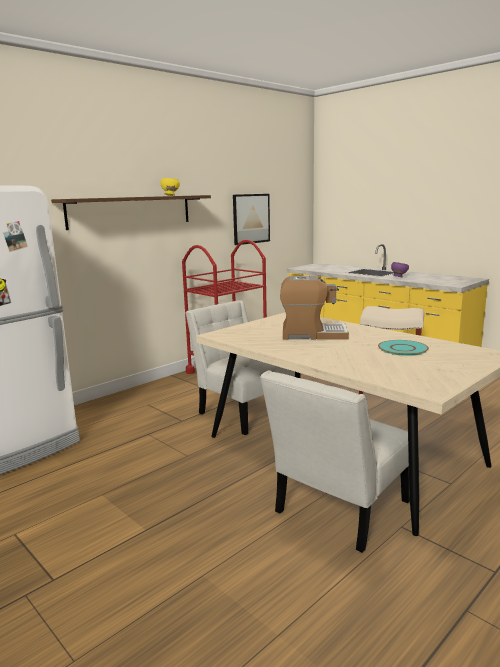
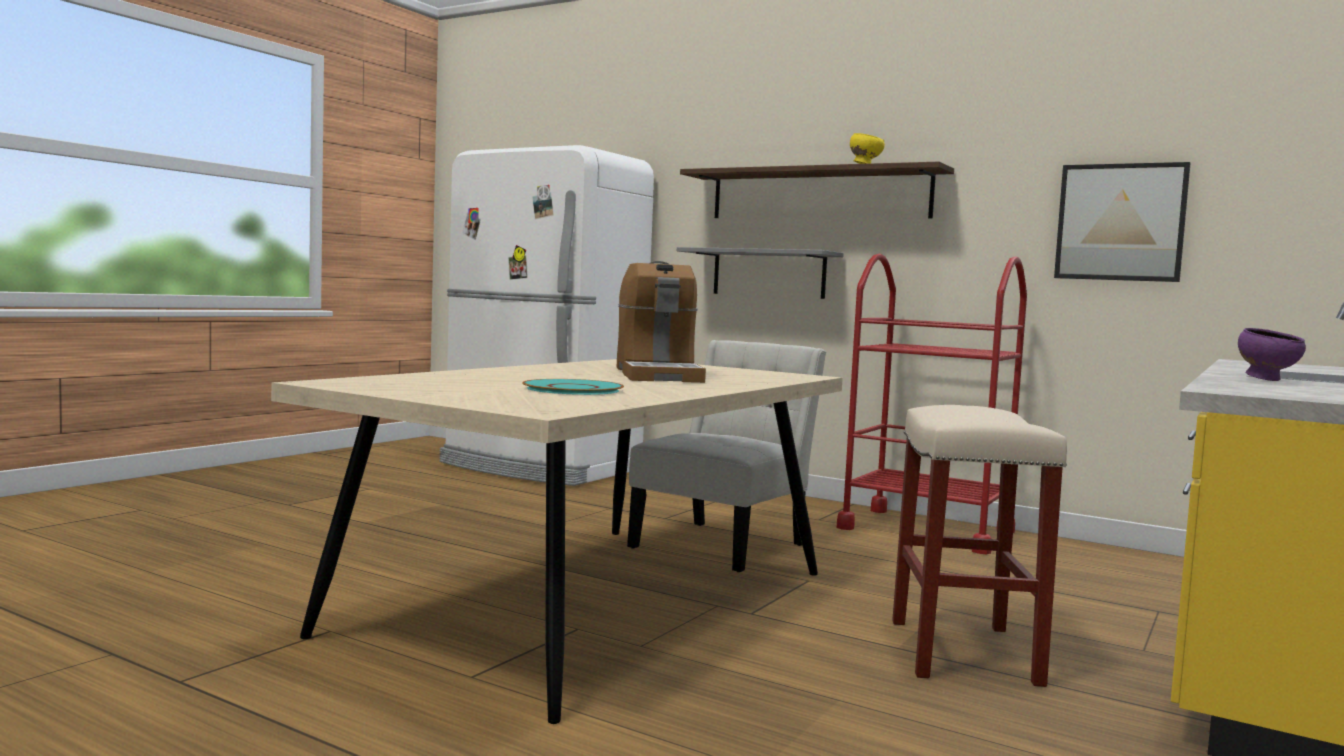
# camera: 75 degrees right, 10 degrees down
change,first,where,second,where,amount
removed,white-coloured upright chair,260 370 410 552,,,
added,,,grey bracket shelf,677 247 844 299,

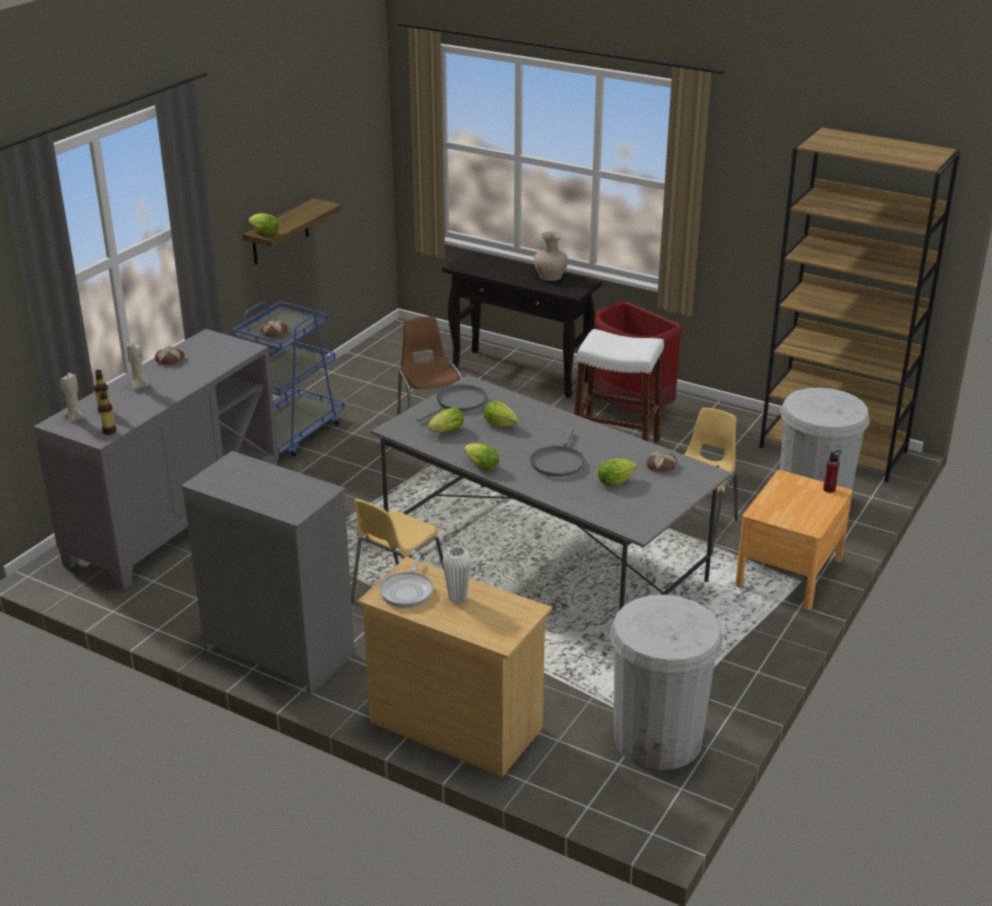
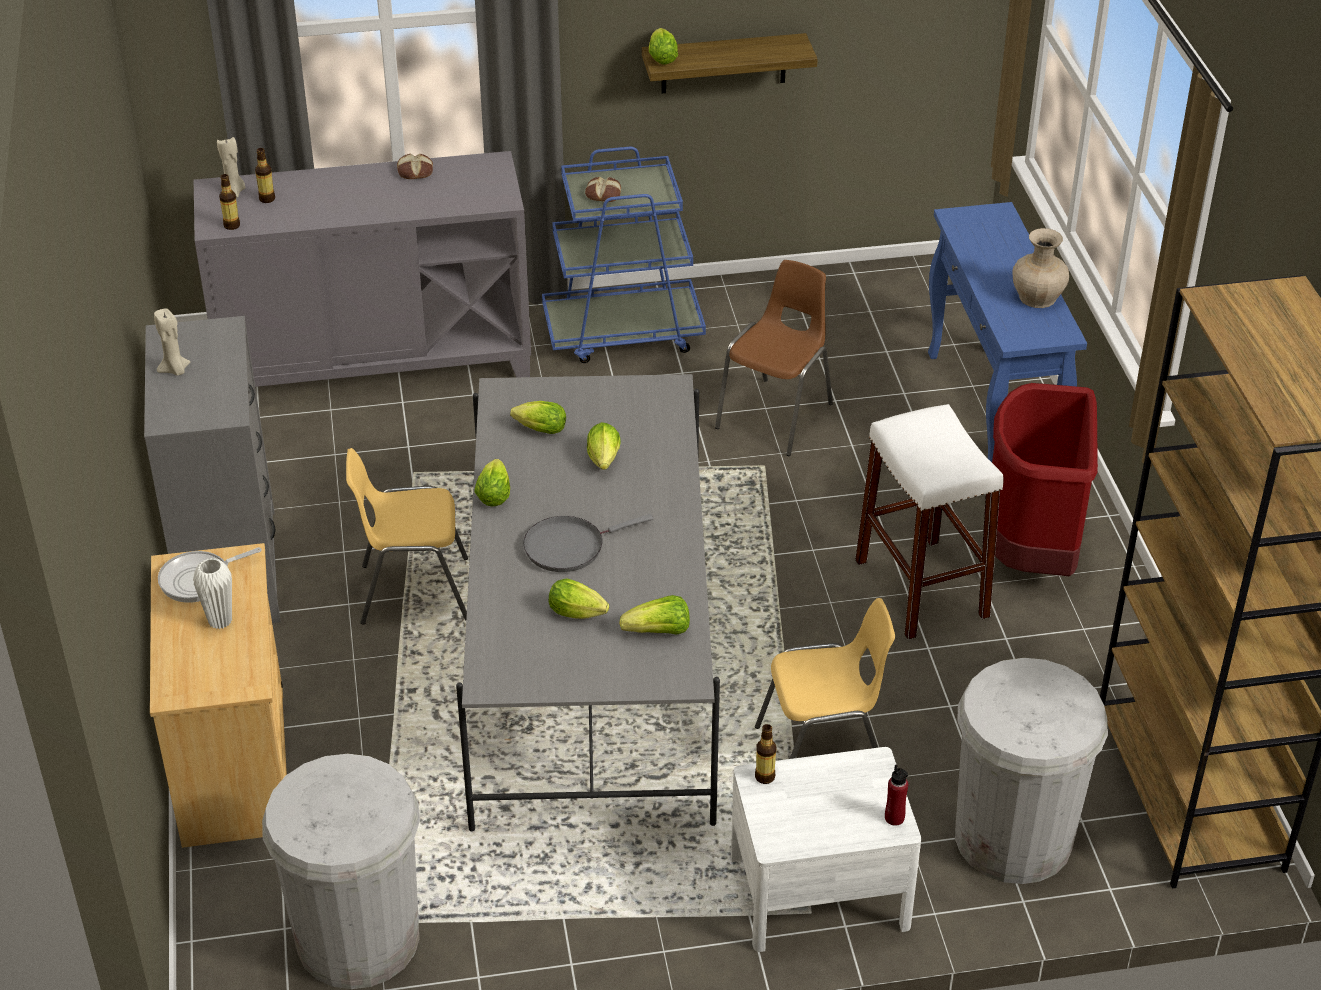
# camera: 50 degrees right, 10 degrees up
change,first,where,second,where,amount
recoloured,black-coloured console table,442 251 602 398,bluish console table,928 202 1087 462,
moved,beige candle,126 343 150 390,,154 308 190 376,
removed,grey frying pan,416 385 487 422,,,
replaced,baked bread,646 451 677 472,lettuce head,619 595 690 635,
recoloured,brown night table,735 470 853 610,white-coloured night table,731 747 921 952,
added,,,beverage bottle,755 724 776 784,

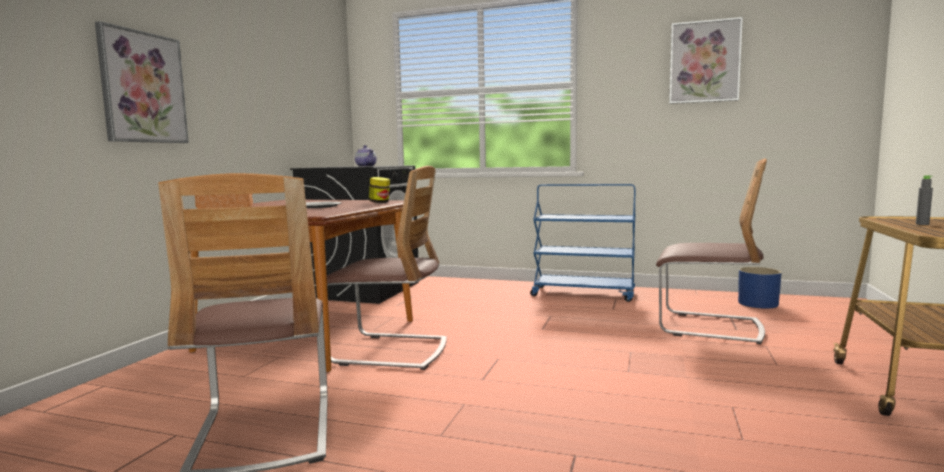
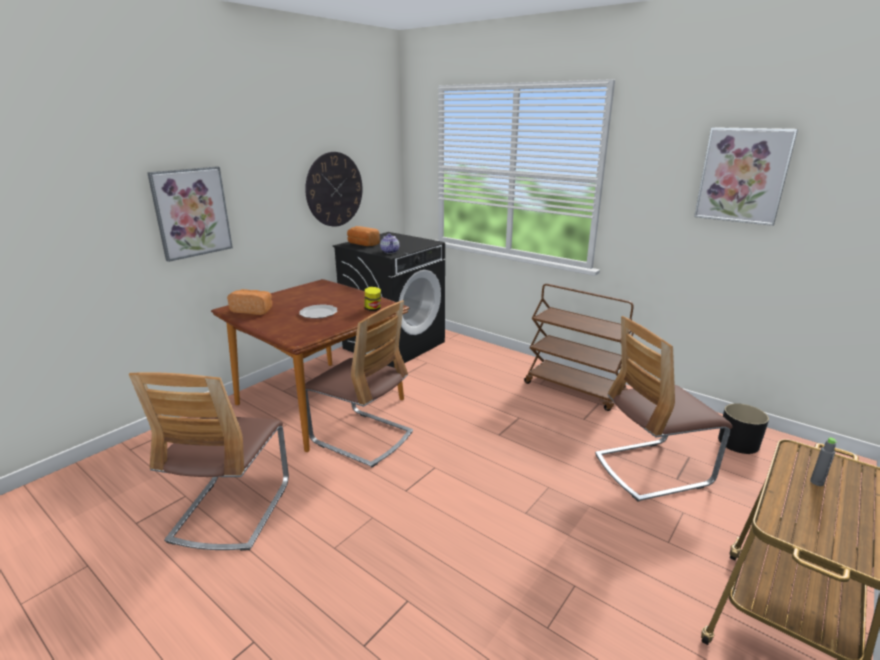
# camera: 20 degrees right, 15 degrees up
change,first,where,second,where,amount
turned,upright chair,656 158 767 345,,595 316 733 502,120 degrees clockwise
recoloured,bluish cart,530 184 636 302,brown cart,524 284 634 411,
recoloured,bluish flower pot,738 267 782 309,black-coloured flower pot,718 403 769 454,
added,,,clock on the wall,305 152 362 227,
added,,,baked bread,347 226 380 246,

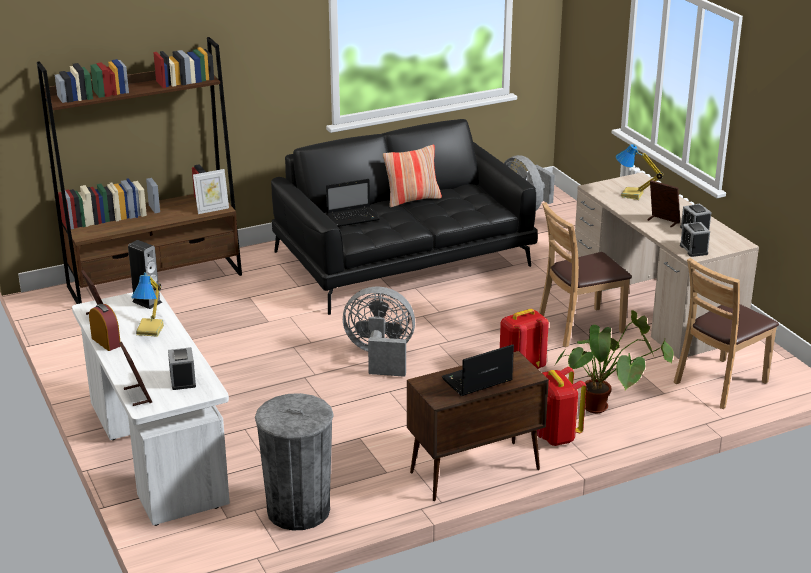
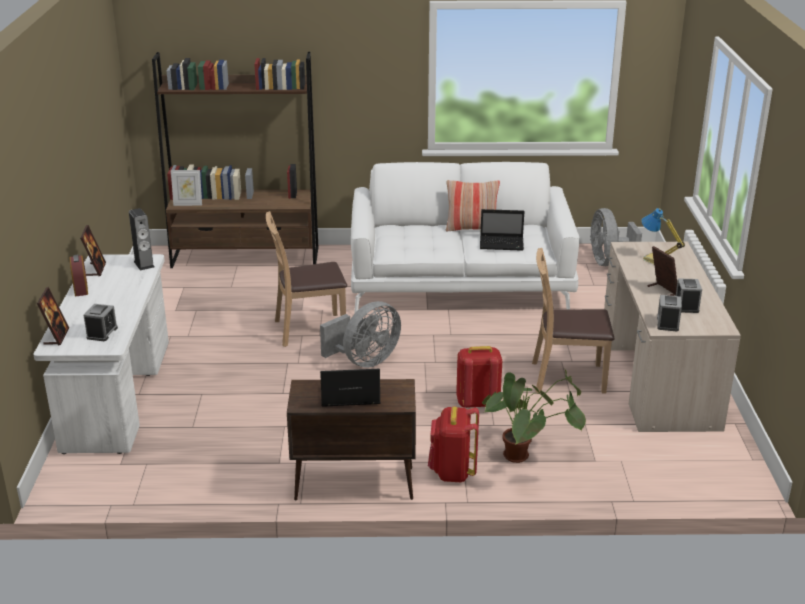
# camera: 25 degrees right, 0 degrees up
change,first,where,second,where,amount
recoloured,black-coloured settee,271 119 538 315,white-coloured settee,351 162 579 314,
moved,picture frame,193 169 229 214,,171 170 202 206,
moved,portable computer,326 179 380 227,,480 209 524 251,
moved,brown upright chair,674 258 779 409,,266 211 347 347,
removed,table lamp,131 272 164 337,,,
turned,grey cooling fan,343 287 415 377,,320 301 401 368,105 degrees clockwise
removed,grey trash can,255 393 334 531,,,

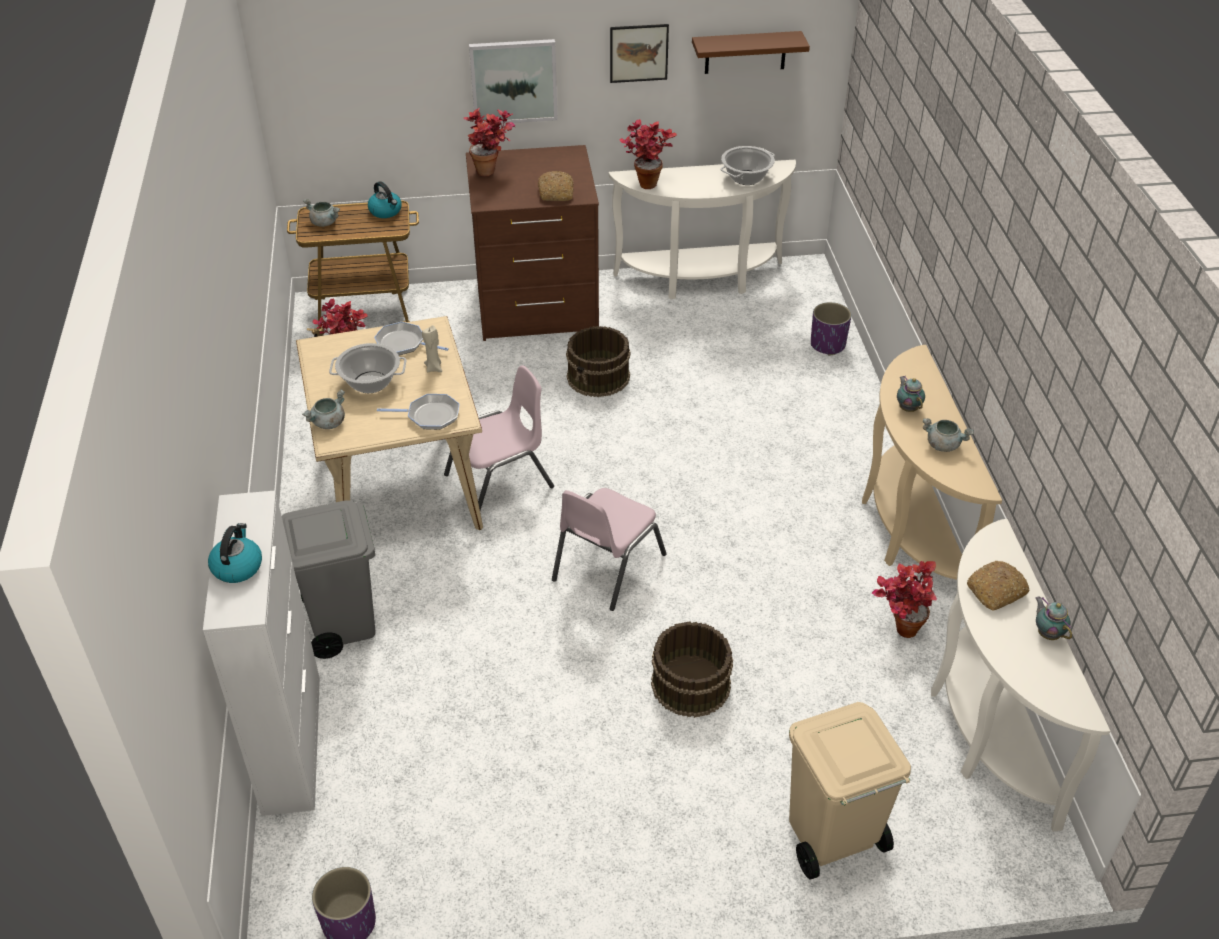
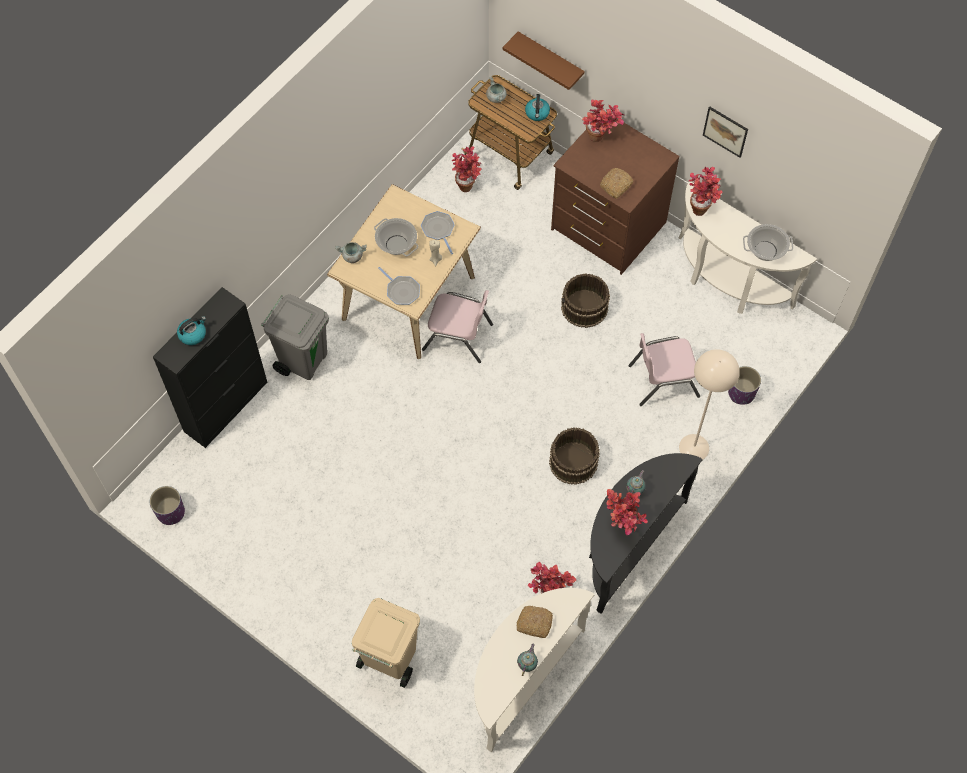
# camera: 45 degrees right, 20 degrees up
change,first,where,second,where,amount
moved,brown bracket shelf,692 31 810 74,,503 32 584 90,
removed,wall picture,469 39 558 125,,,
recoloured,beige console table,862 345 1002 580,black-coloured console table,589 453 703 614,
replaced,grey cooking pot,923 418 974 452,plant in a pot,606 489 648 535,
moved,pink-coloured upright chair,552 488 667 611,,629 333 700 406,
recoloured,white-coloured cabinet,203 490 320 816,black-coloured cabinet,153 287 267 448,
moved,brown pail,651 621 733 718,,549 427 600 485,
added,,,beige standard lamp,679 349 740 459,

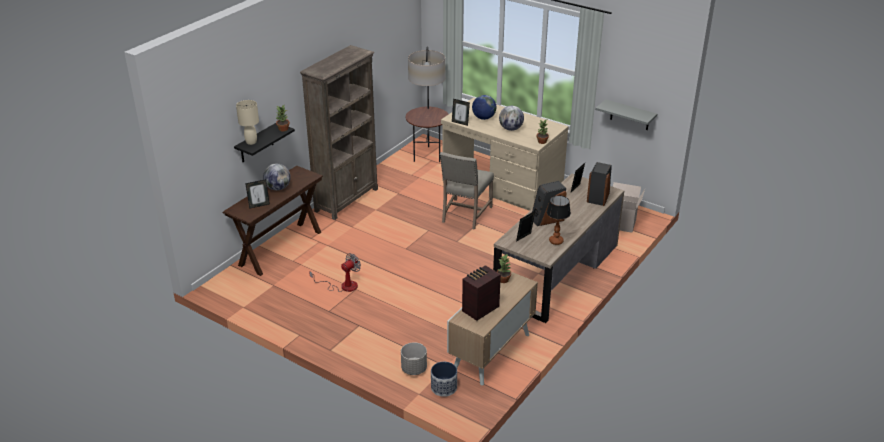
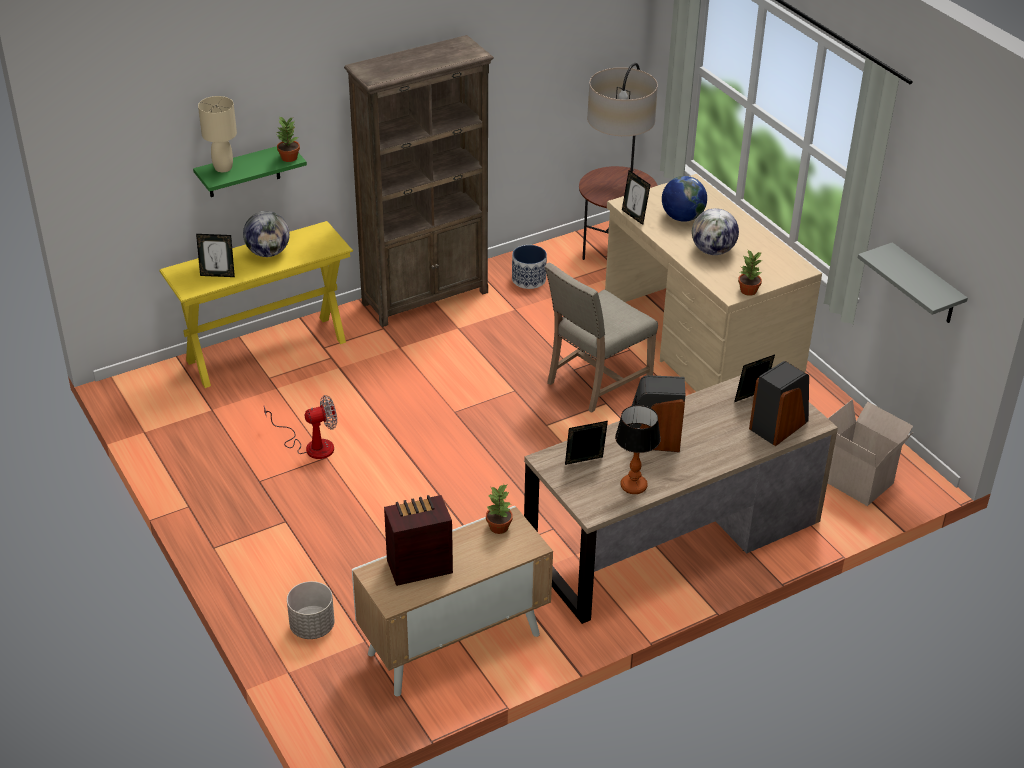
# camera: 25 degrees right, 5 degrees up
change,first,where,second,where,amount
recoloured,black-coloured bracket shelf,234 123 295 162,green bracket shelf,193 146 307 197,
recoloured,brown console table,223 166 323 276,yellow-coloured console table,159 221 353 388,
moved,flower pot,431 362 457 397,,512 245 547 289,

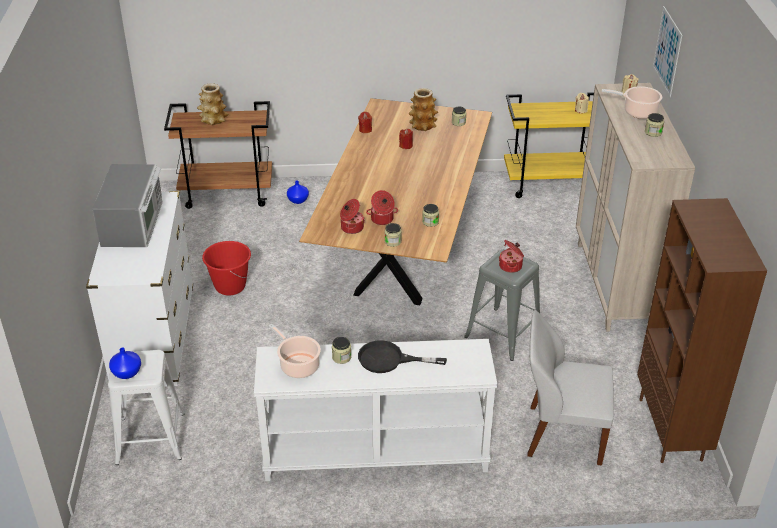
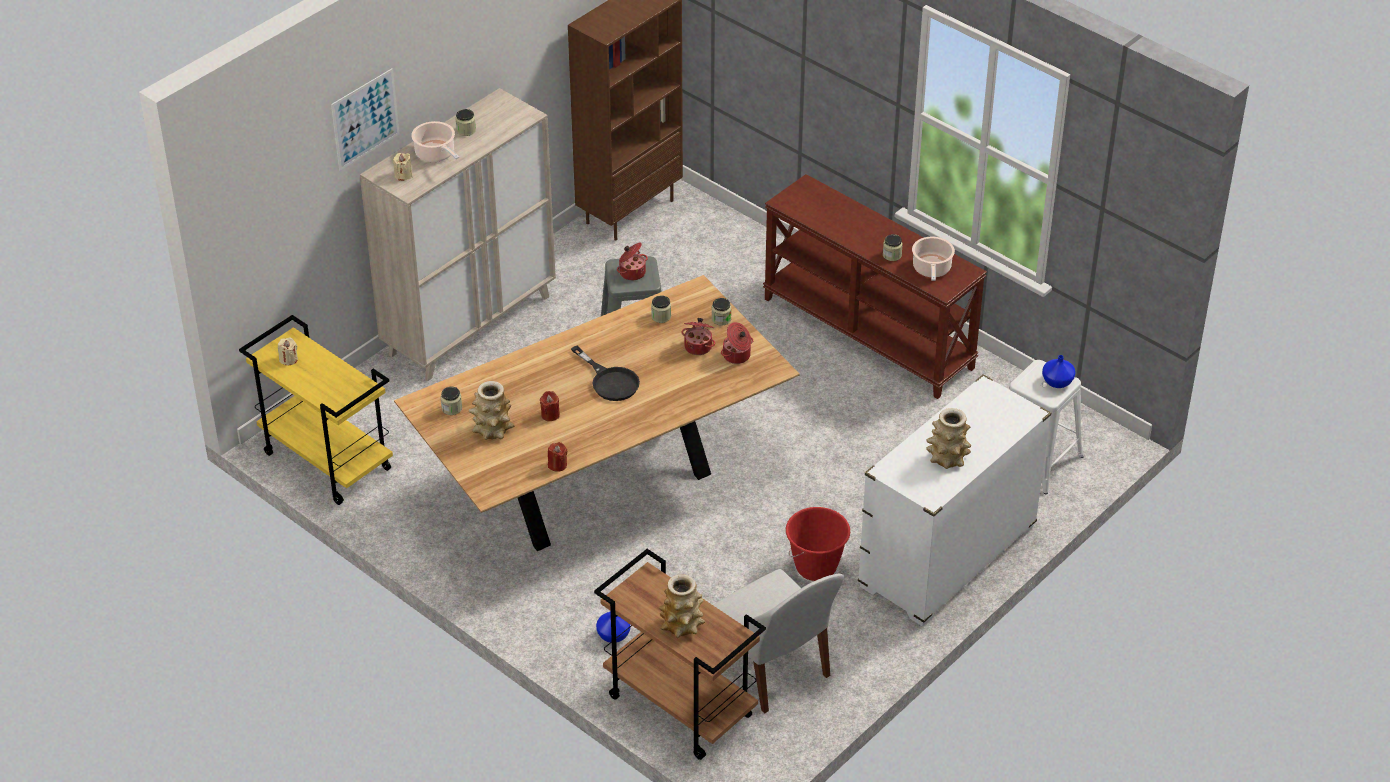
# camera: 135 degrees left, 5 degrees up
change,first,where,second,where,amount
replaced,microwave,92 164 163 247,vase,926 408 971 469,
moved,white-coloured upright chair,527 310 614 466,,713 569 844 713,
recoloured,white-coloured console table,254 339 497 481,brown console table,763 174 987 399,
moved,black-coloured frying pan,358 340 447 373,,571 346 640 401,

